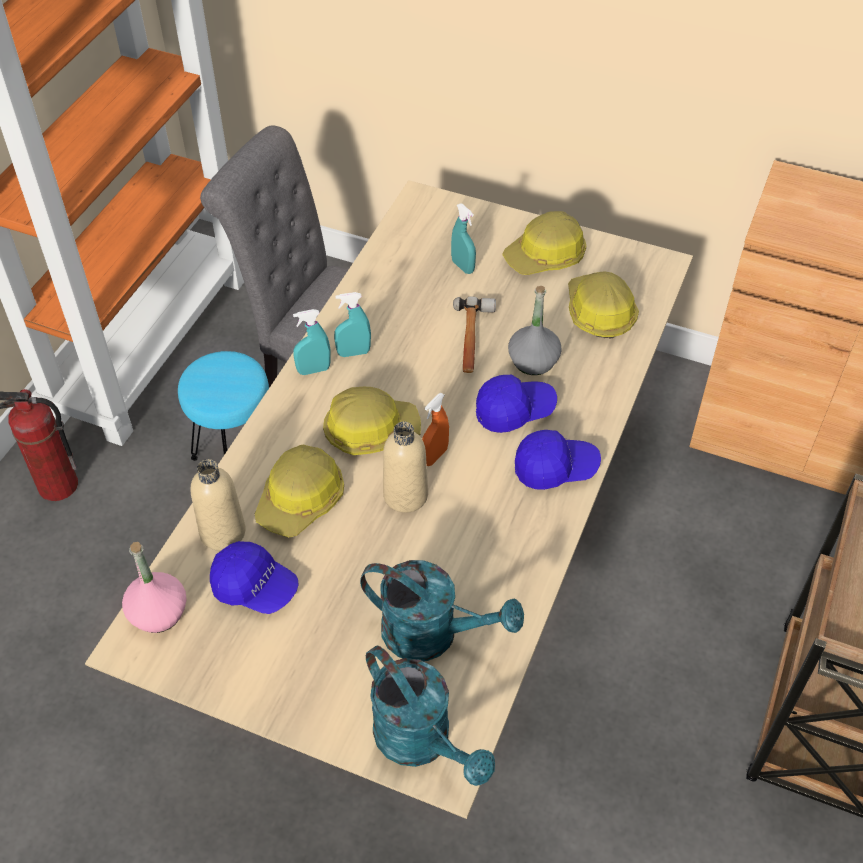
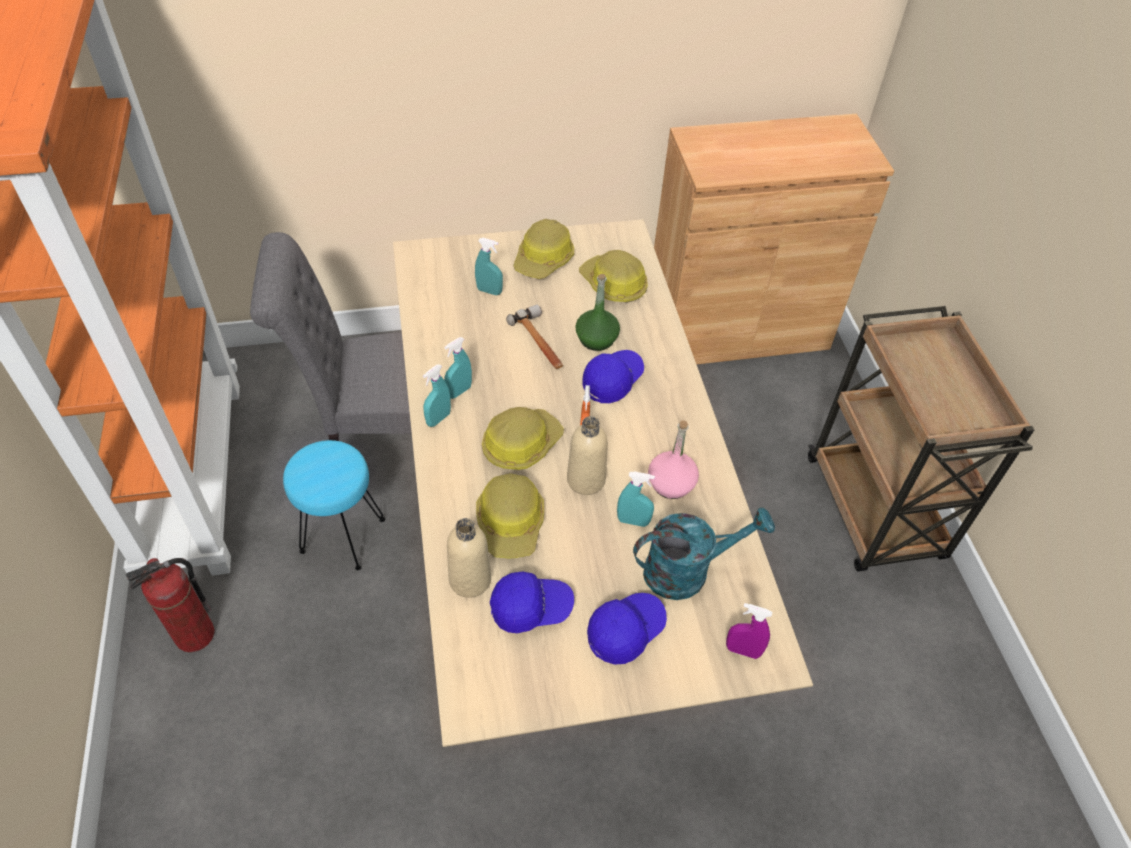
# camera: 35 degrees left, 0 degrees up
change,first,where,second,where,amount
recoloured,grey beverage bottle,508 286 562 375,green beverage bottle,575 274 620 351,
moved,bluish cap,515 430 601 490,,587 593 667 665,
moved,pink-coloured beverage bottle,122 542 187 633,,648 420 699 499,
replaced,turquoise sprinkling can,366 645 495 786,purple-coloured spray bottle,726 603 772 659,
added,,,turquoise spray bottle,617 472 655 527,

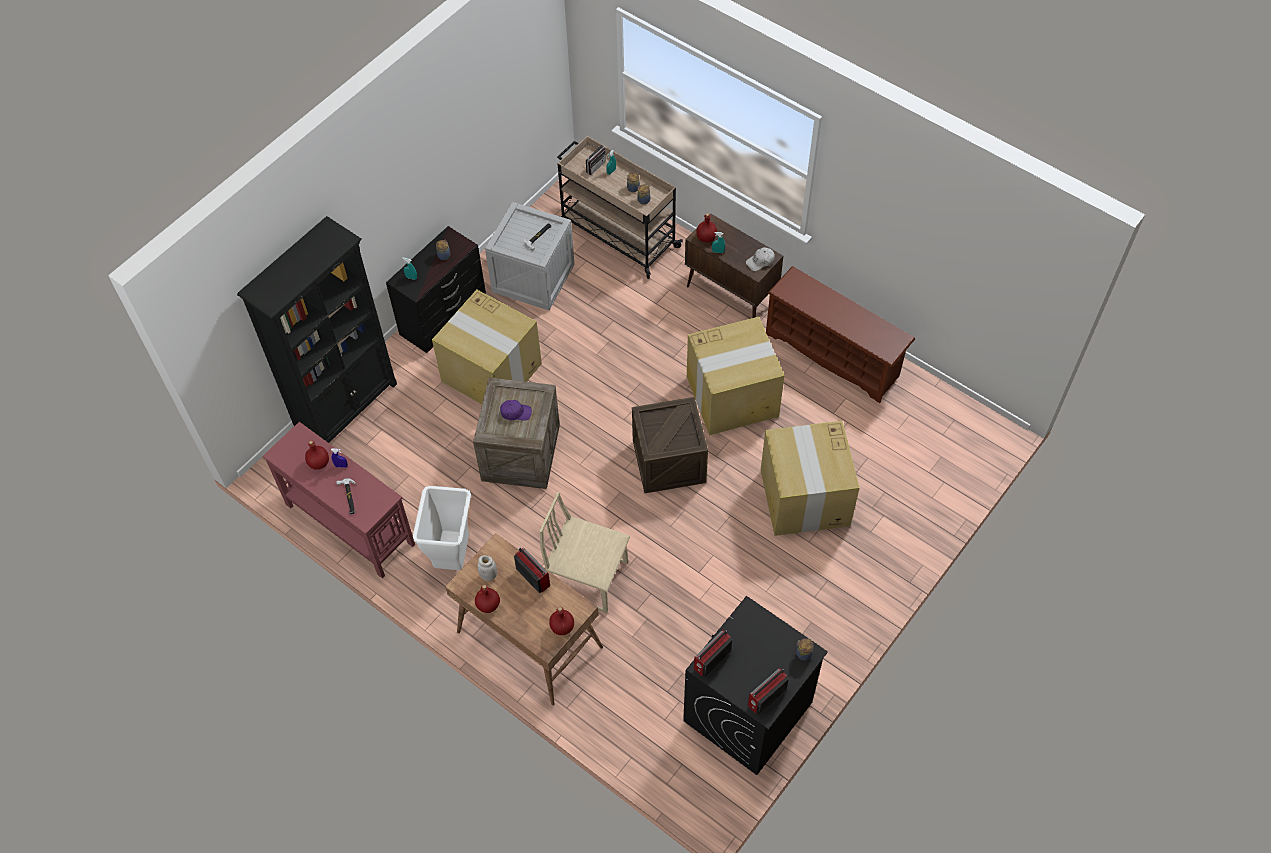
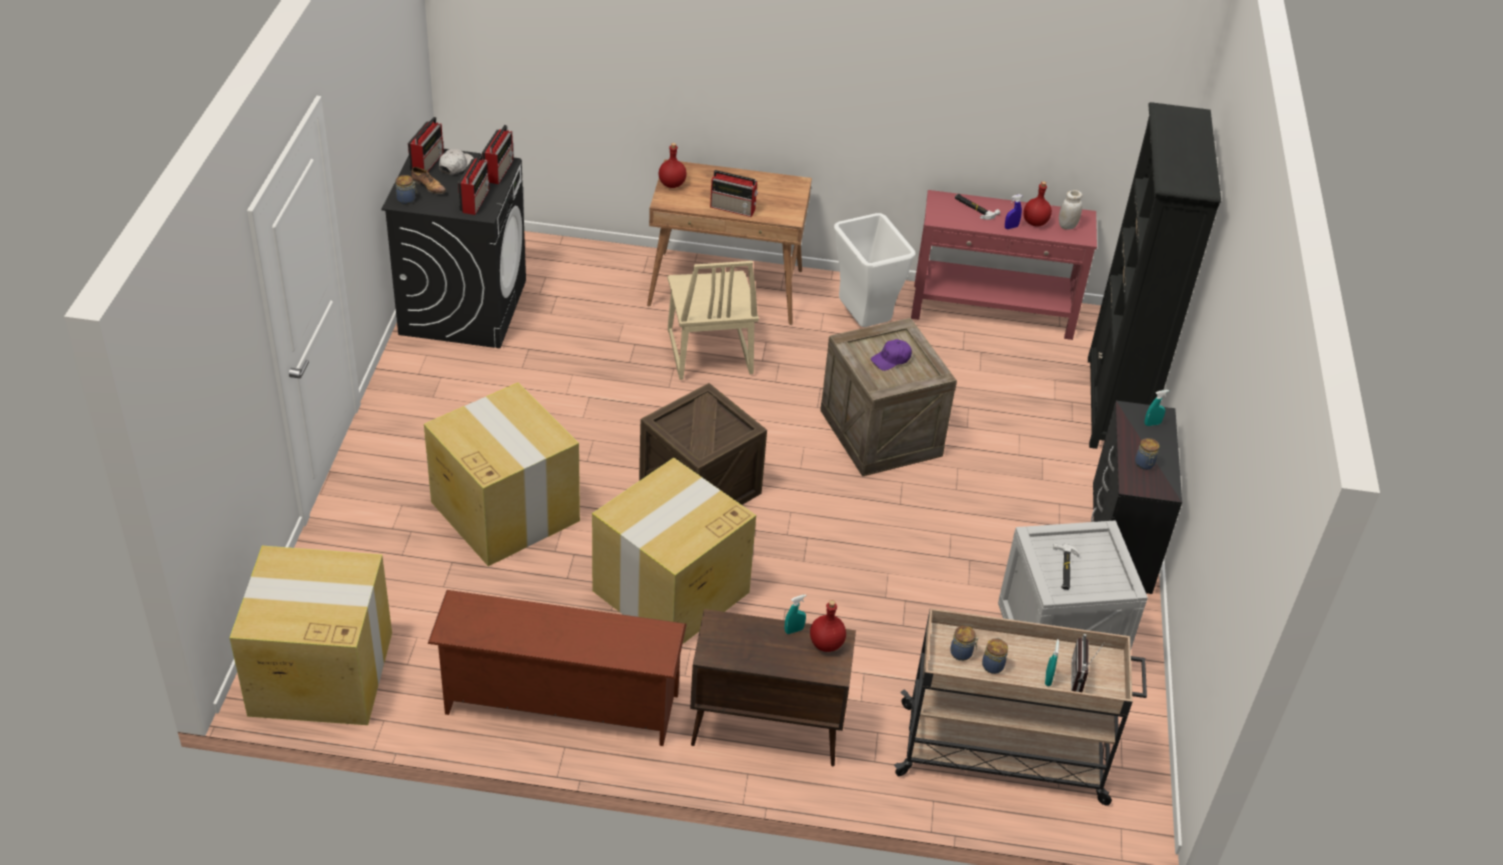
# camera: 145 degrees right, 15 degrees down
change,first,where,second,where,amount
moved,white-coloured cap,746 247 775 271,,439 149 474 175,
moved,packing box,432 289 542 404,,230 546 392 725,
turned,beige upright chair,539 492 630 613,,667 261 759 380,90 degrees clockwise
moved,white-coloured storage jar,477 555 497 581,,1059 190 1082 229,
removed,red-coloured beverage bottle,475 585 500 613,,,
added,,,radio set,458 154 490 215,
added,,,item of footwear,411 167 446 194,

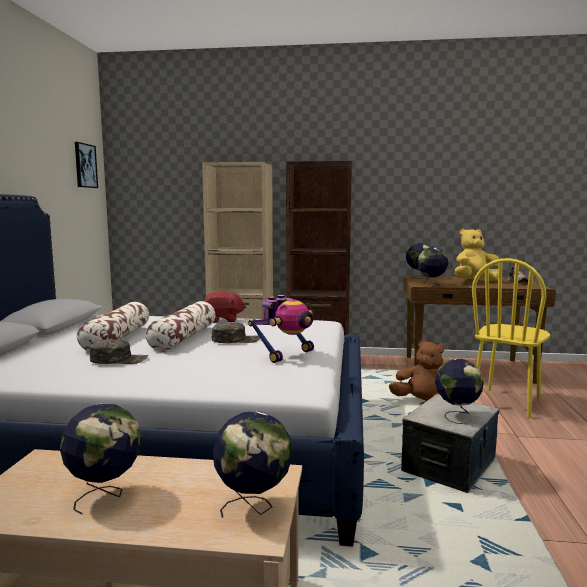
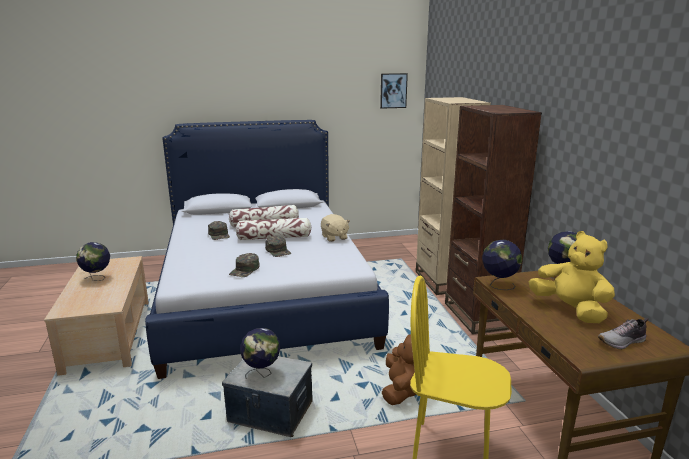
# camera: 70 degrees right, 10 degrees up
change,first,where,second,where,amount
recoloured,red-coloured plush toy,204 291 246 323,beige plush toy,321 214 350 242,
replaced,robot figure,248 295 314 363,green cap,229 253 260 277,
removed,globe,213 411 292 518,,,

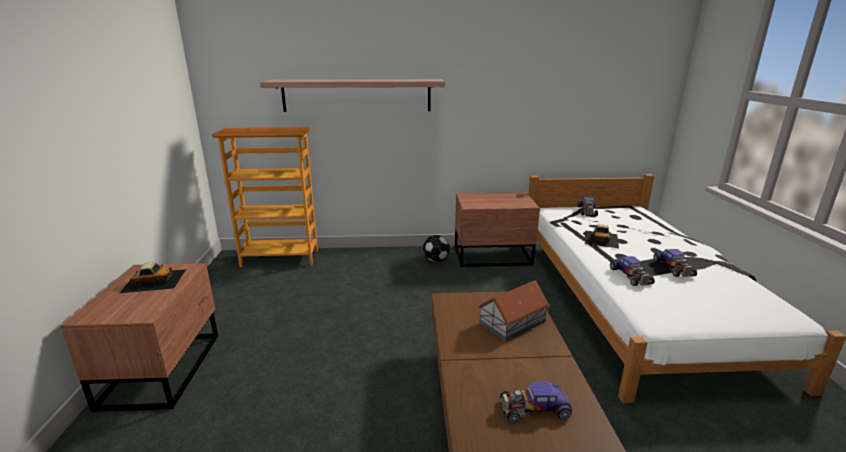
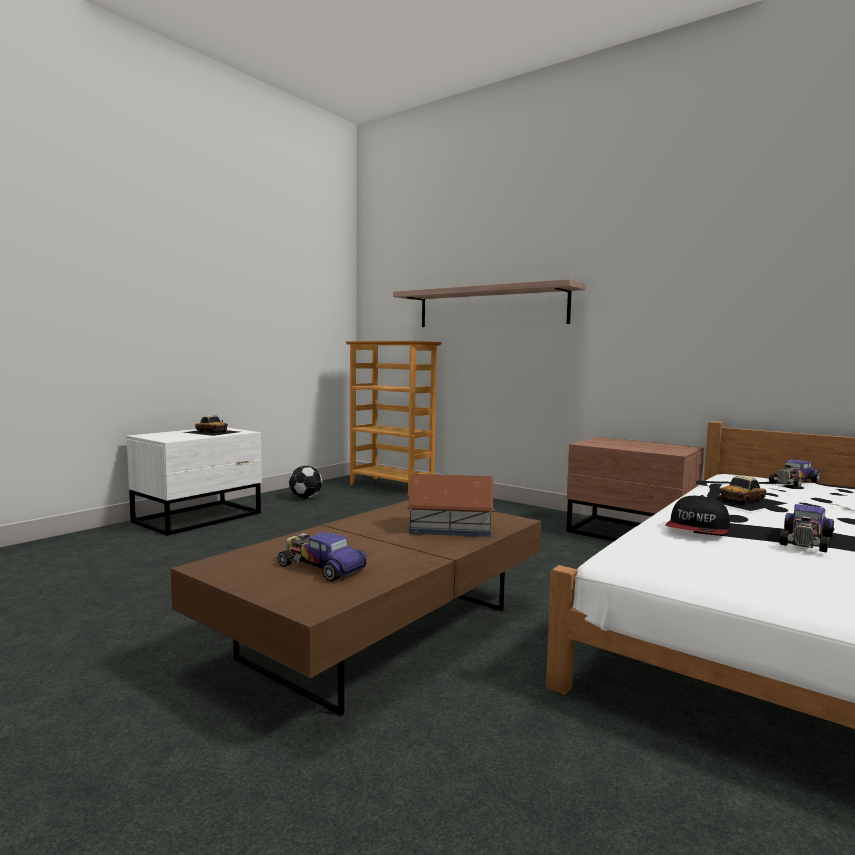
# camera: 40 degrees right, 15 degrees down
change,first,where,second,where,amount
moved,football,423 235 450 262,,289 466 322 498,
replaced,model car,610 256 655 286,cap,665 495 730 535,
recoloured,brown night table,60 263 218 412,white-coloured night table,127 427 262 536,

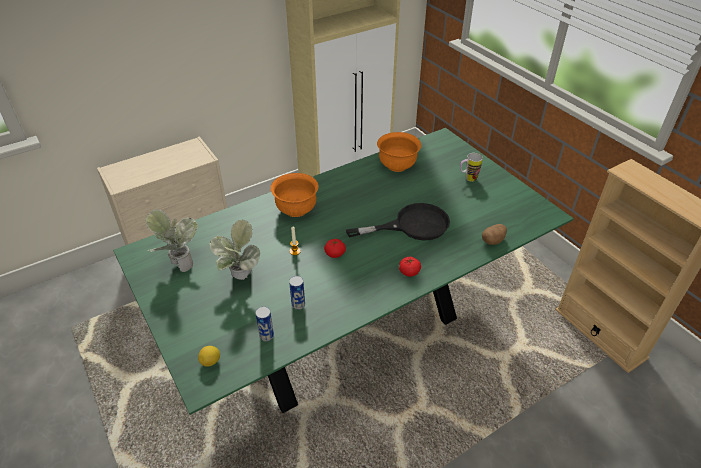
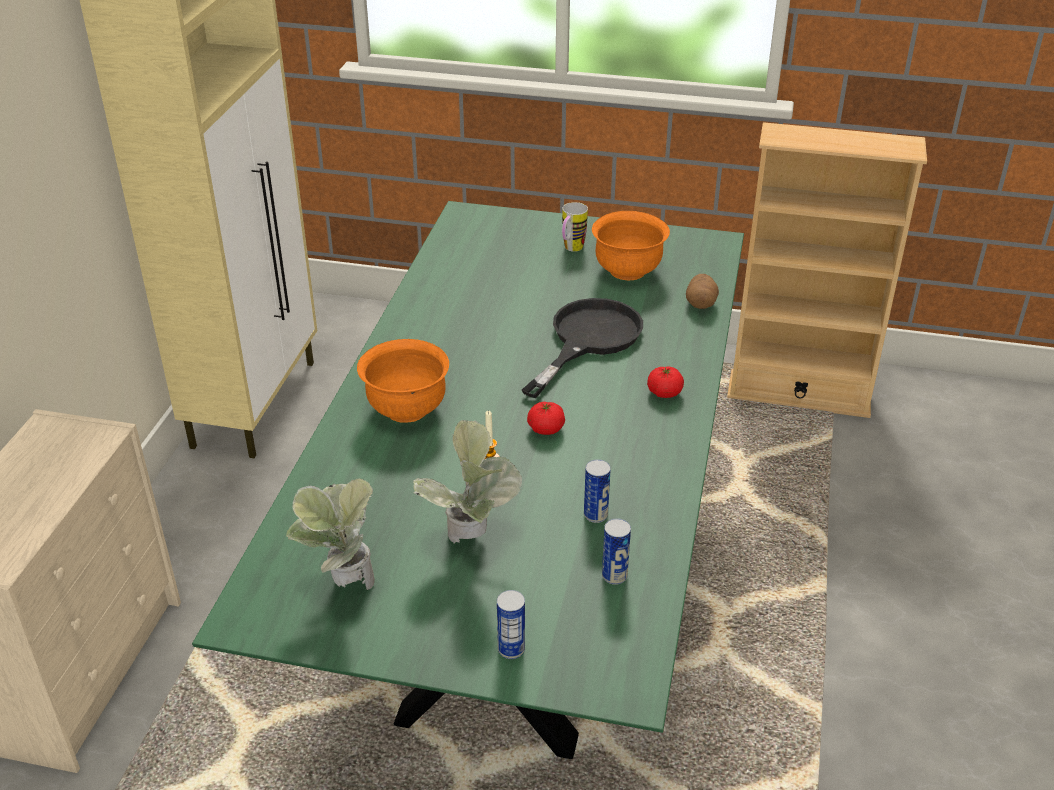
# camera: 45 degrees left, 5 degrees down
change,first,where,second,where,amount
moved,orangey bowl,377 132 421 172,,592 211 670 280,
removed,lemon,198 346 220 367,,,
added,,,metal can,497 590 525 659,

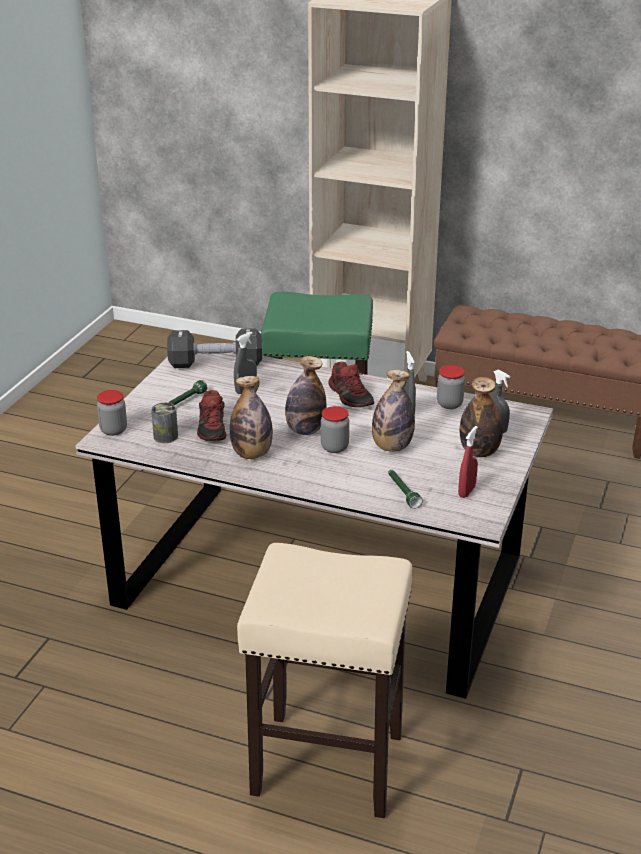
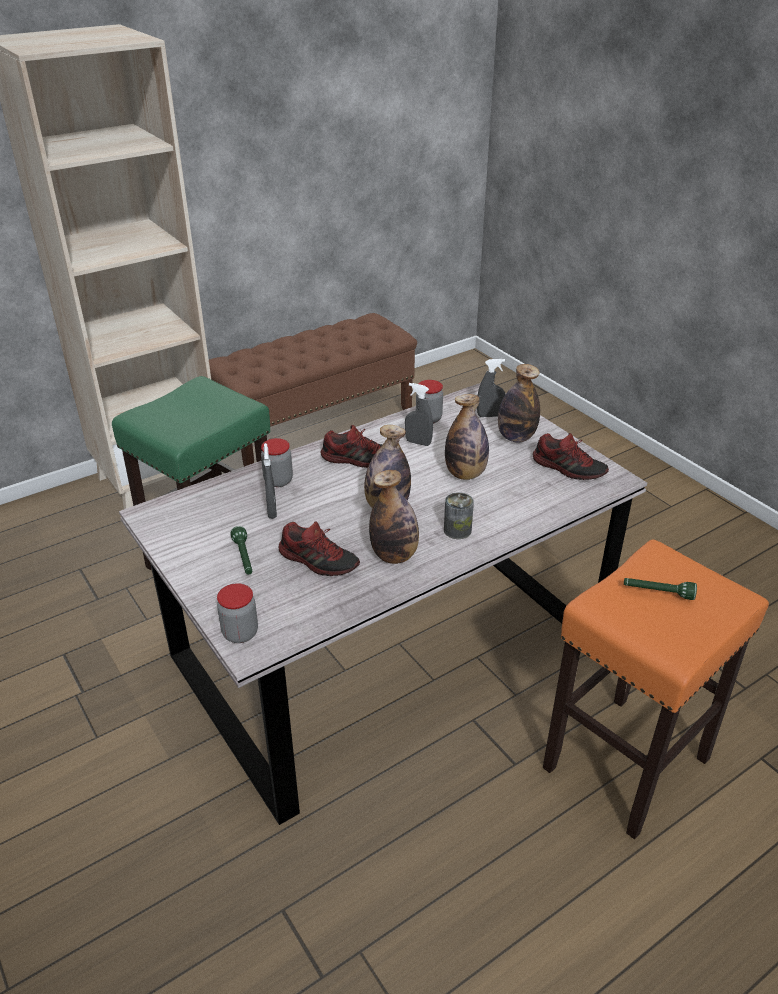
# camera: 55 degrees left, 5 degrees up
change,first,where,second,where,amount
removed,black-coloured dumbbell,167 328 262 368,,,
moved,metal can,151 403 178 443,,444 492 474 539,
moved,storage jar,321 406 349 453,,261 438 293 487,
replaced,red-coloured spray bottle,458 426 478 498,item of footwear,533 433 609 480,
moved,green flashlight,388 470 423 509,,624 578 697 600,
recoloured,beige stool,237 543 412 818,orangey stool,543 539 769 839,

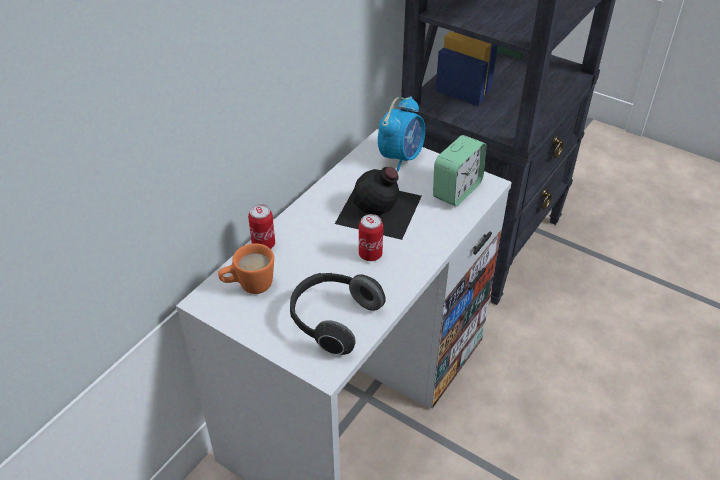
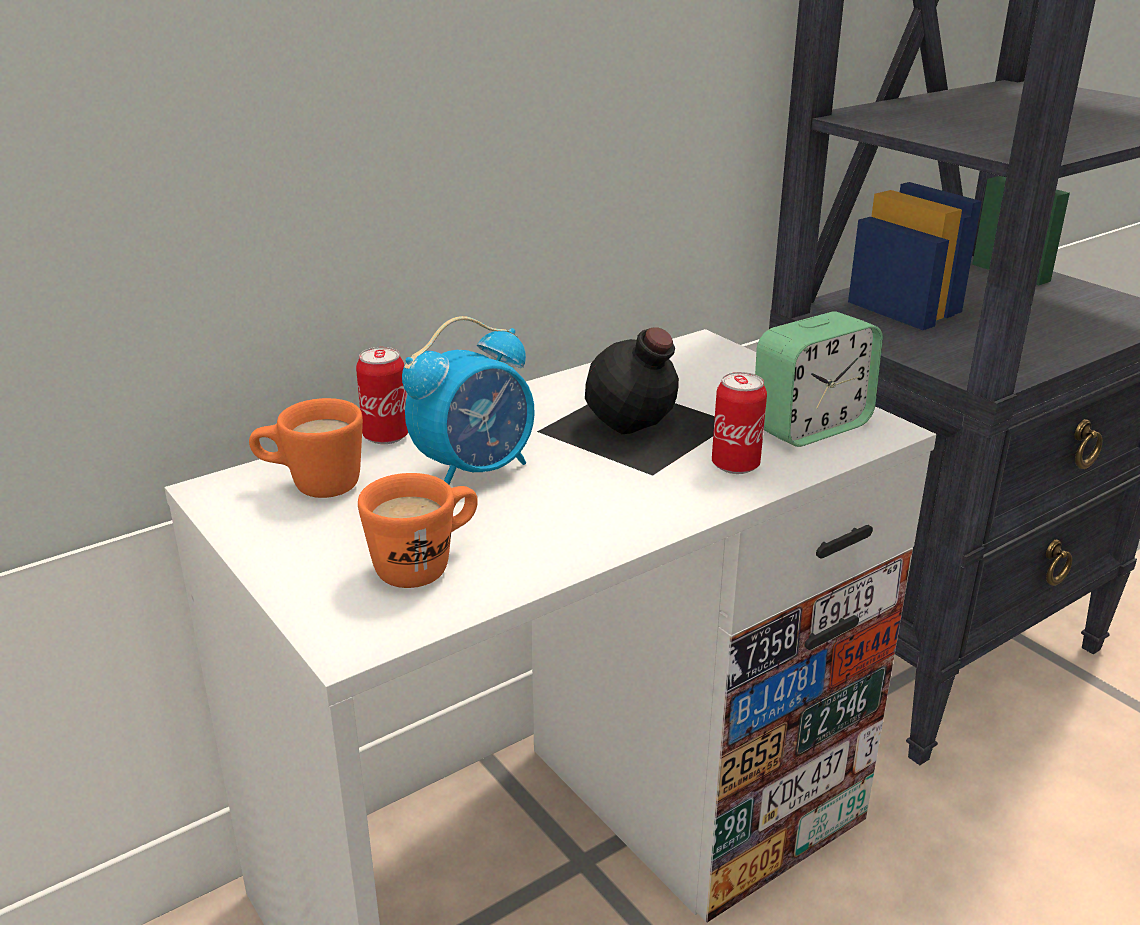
# camera: 20 degrees right, 15 degrees down
change,first,where,second,where,amount
moved,alarm clock,378 96 425 172,,402 316 535 485,
moved,metal can,359 214 383 261,,712 372 767 474,
replaced,headset,290 273 386 355,orangey coffee mug,358 473 478 588,

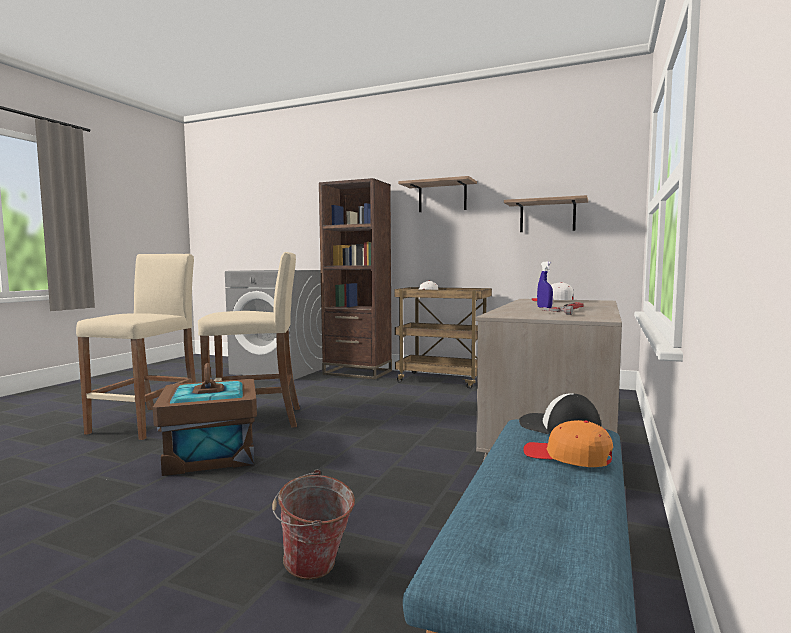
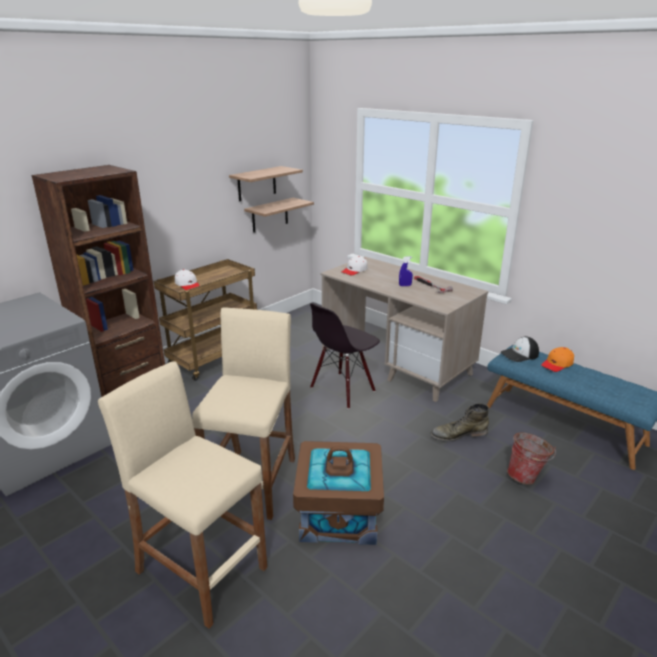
# camera: 70 degrees left, 20 degrees up
change,first,where,second,where,amount
moved,bracket shelf,398 176 477 212,,244 198 314 233,
added,,,black-coloured upright chair,310 303 380 409,
added,,,green tall boot,430 403 489 442,

